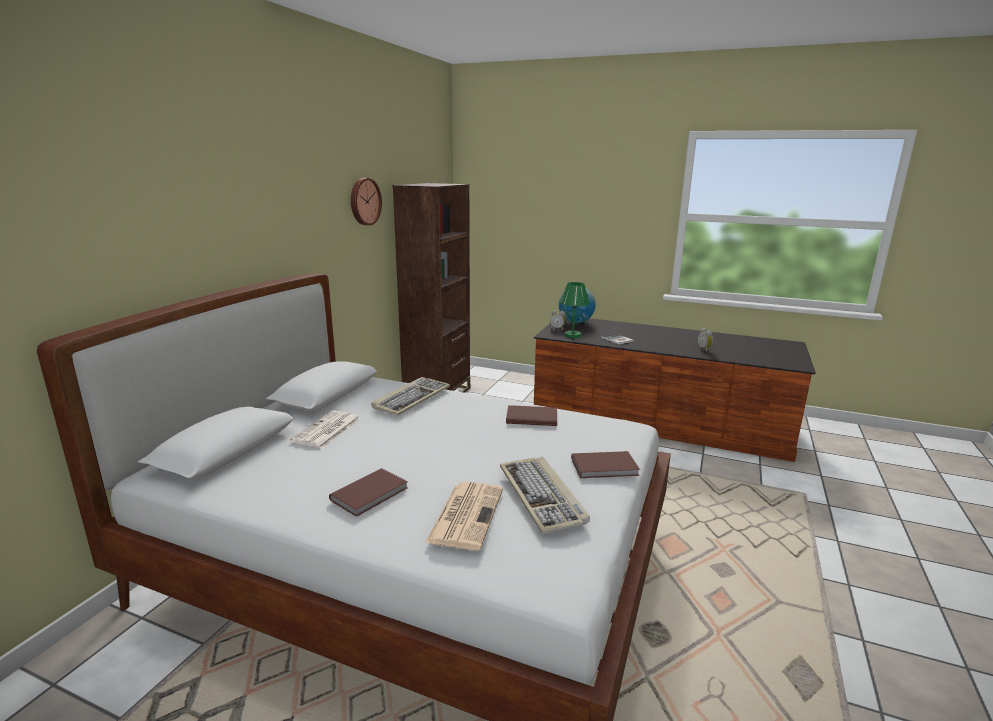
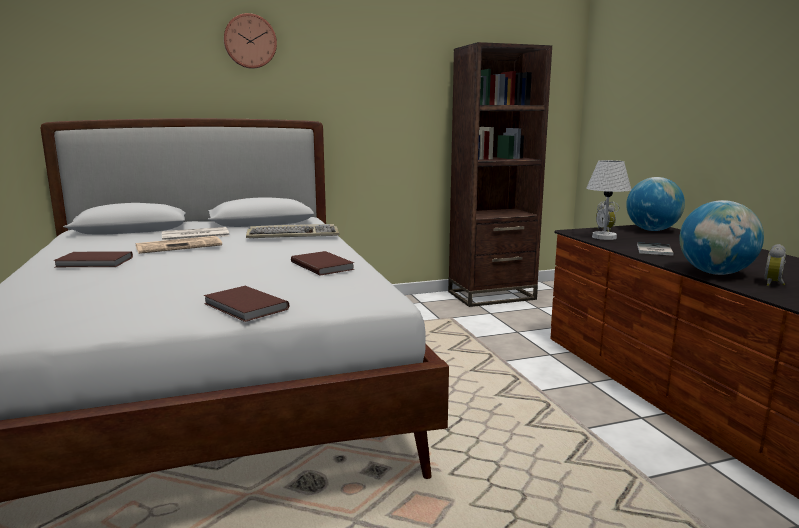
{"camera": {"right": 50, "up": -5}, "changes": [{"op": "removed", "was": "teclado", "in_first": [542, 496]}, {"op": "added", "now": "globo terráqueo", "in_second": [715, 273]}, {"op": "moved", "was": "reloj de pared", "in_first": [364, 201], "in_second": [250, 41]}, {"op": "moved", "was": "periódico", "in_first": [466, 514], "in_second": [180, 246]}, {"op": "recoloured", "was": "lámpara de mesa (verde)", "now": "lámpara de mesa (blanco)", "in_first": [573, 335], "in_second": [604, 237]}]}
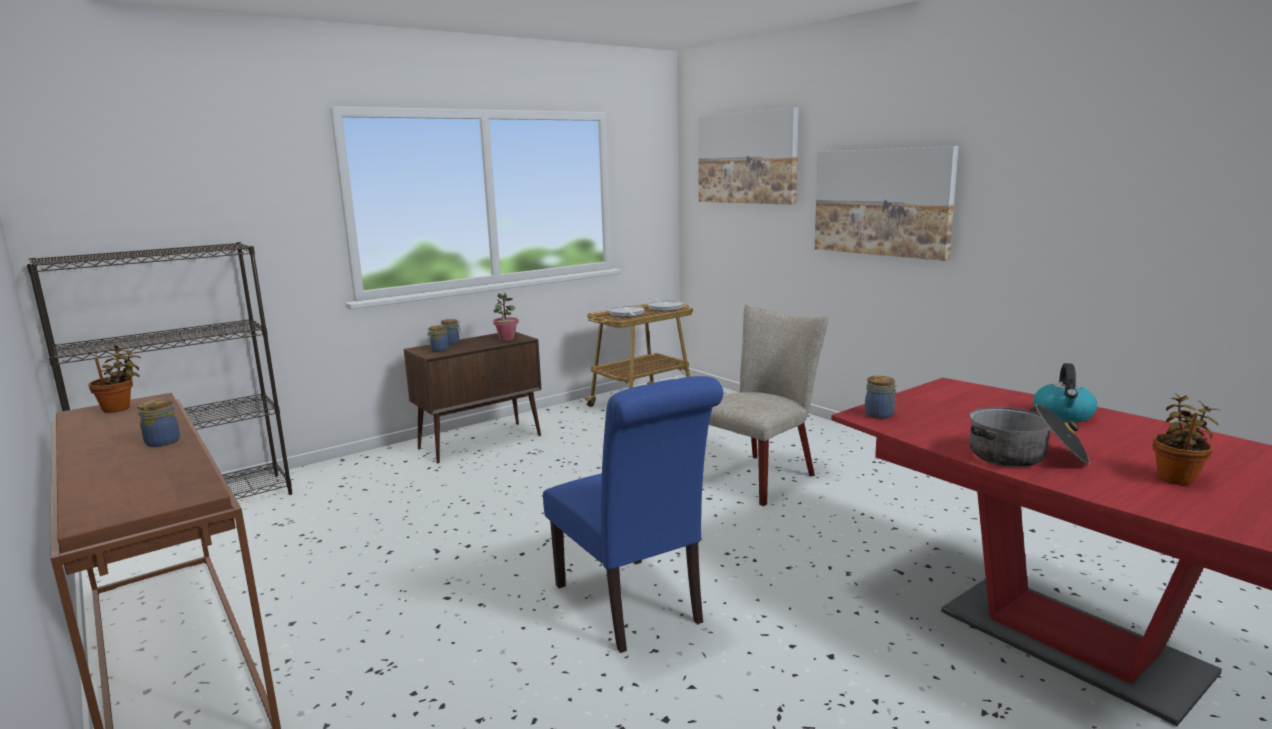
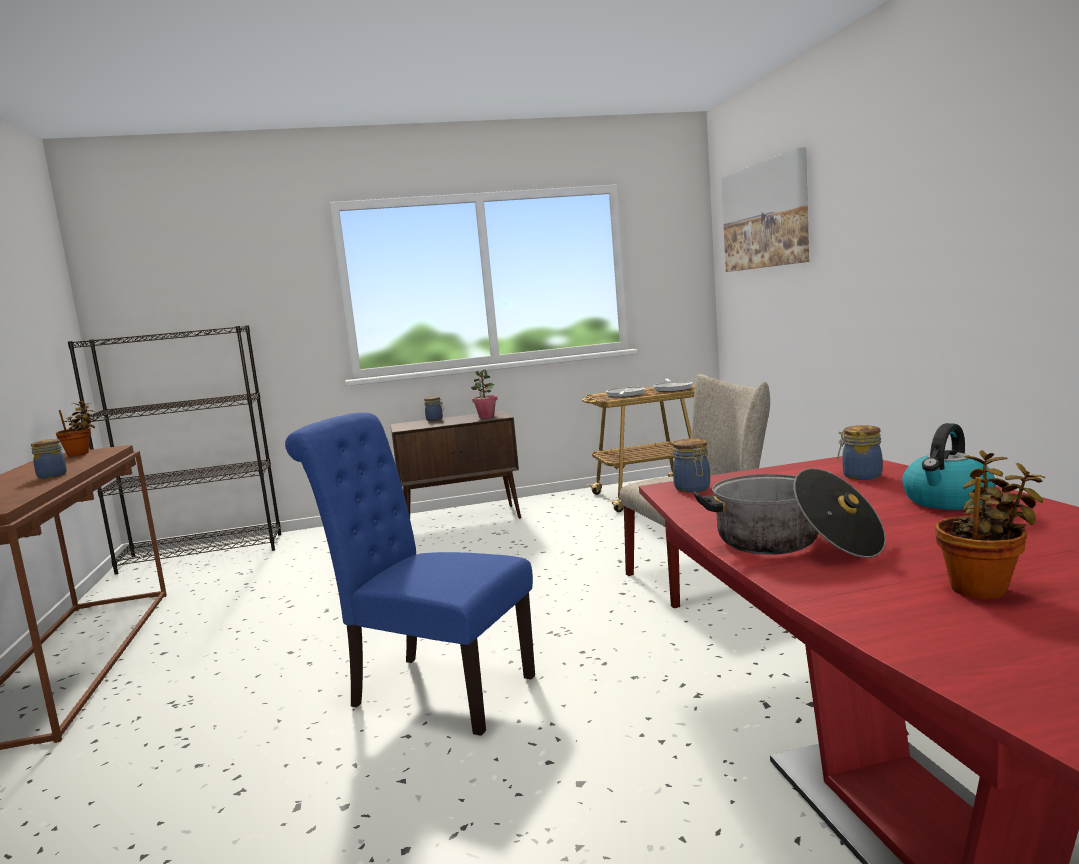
{"camera": {"right": 25, "up": -5}, "changes": [{"op": "removed", "was": "cuadro", "in_first": [882, 202]}, {"op": "moved", "was": "tarro", "in_first": [439, 350], "in_second": [860, 476]}, {"op": "turned", "was": "silla (azul)", "in_first": [633, 607], "in_second": [432, 690], "clockwise": 120}]}
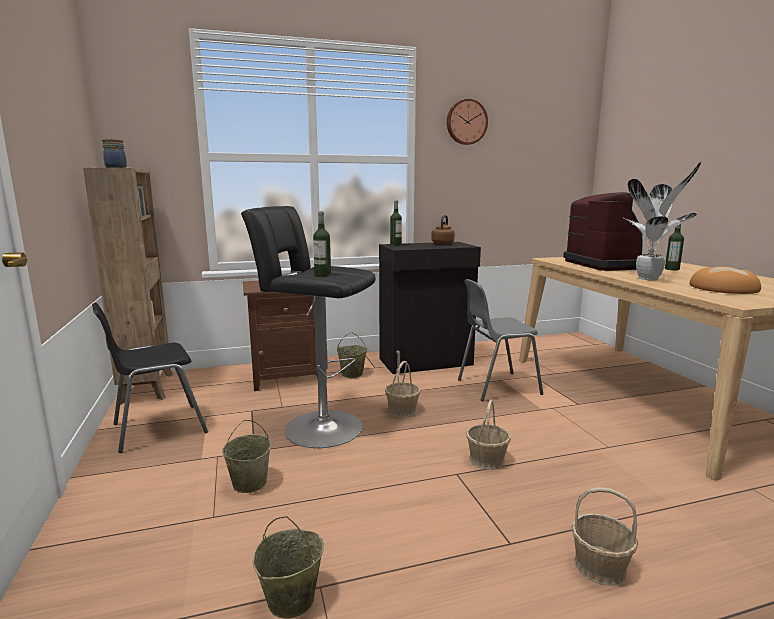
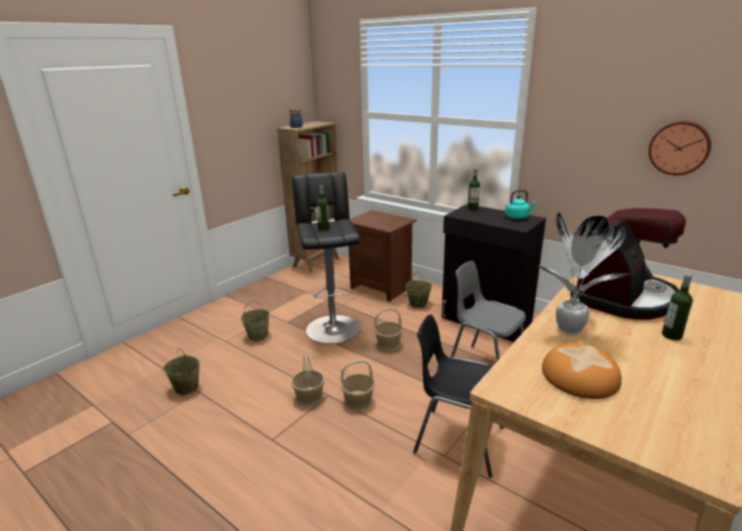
{"camera": {"right": 55, "up": 10}, "changes": [{"op": "moved", "was": "silla (negro)", "in_first": [157, 428], "in_second": [456, 439]}, {"op": "moved", "was": "reloj de pared", "in_first": [466, 122], "in_second": [679, 148]}, {"op": "moved", "was": "cesta", "in_first": [600, 567], "in_second": [309, 397]}, {"op": "recoloured", "was": "hervidor (marrón)", "now": "hervidor (turquesa)", "in_first": [443, 243], "in_second": [518, 217]}]}
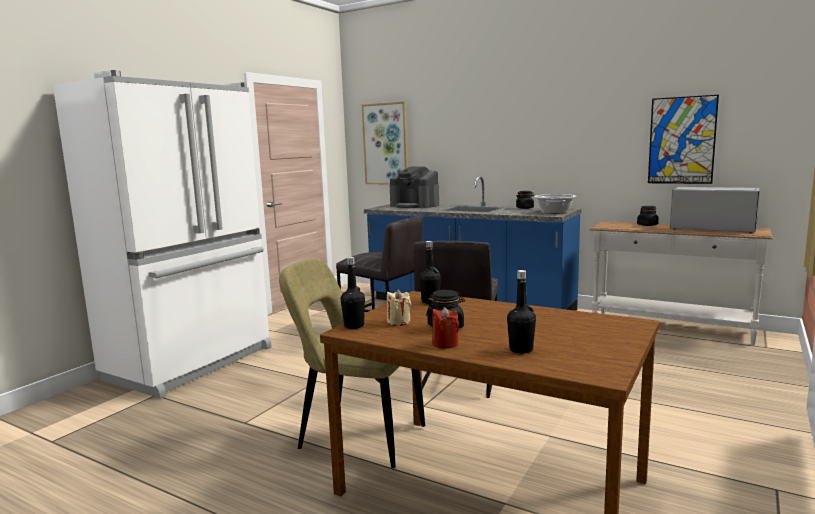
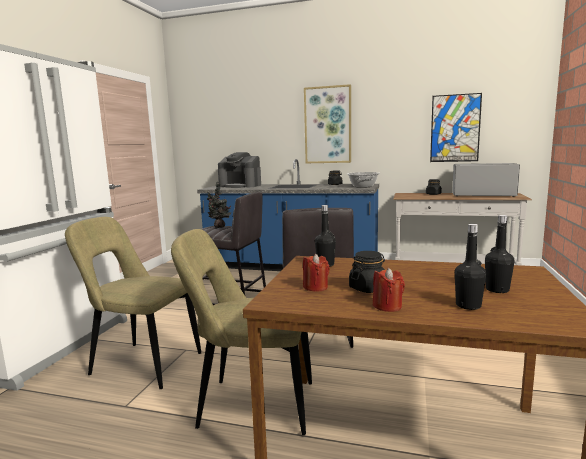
{"camera": {"right": -15, "up": 0}, "changes": [{"op": "added", "now": "silla (beis)", "in_second": [142, 364]}, {"op": "added", "now": "planta en maceta", "in_second": [219, 227]}, {"op": "moved", "was": "botella (negro)", "in_first": [354, 326], "in_second": [497, 290]}, {"op": "moved", "was": "cuadro", "in_first": [385, 144], "in_second": [328, 125]}, {"op": "recoloured", "was": "vela (beis)", "now": "vela (rojo)", "in_first": [398, 322], "in_second": [315, 287]}]}
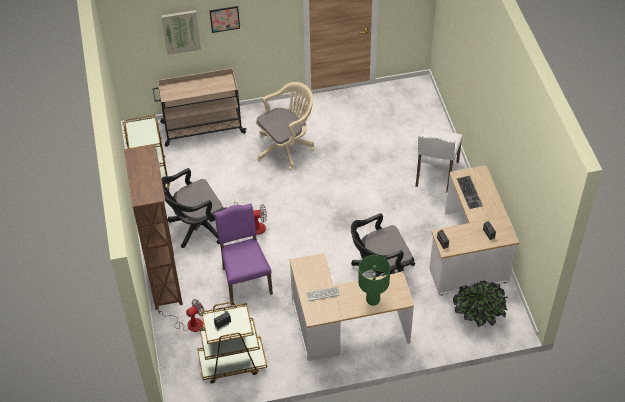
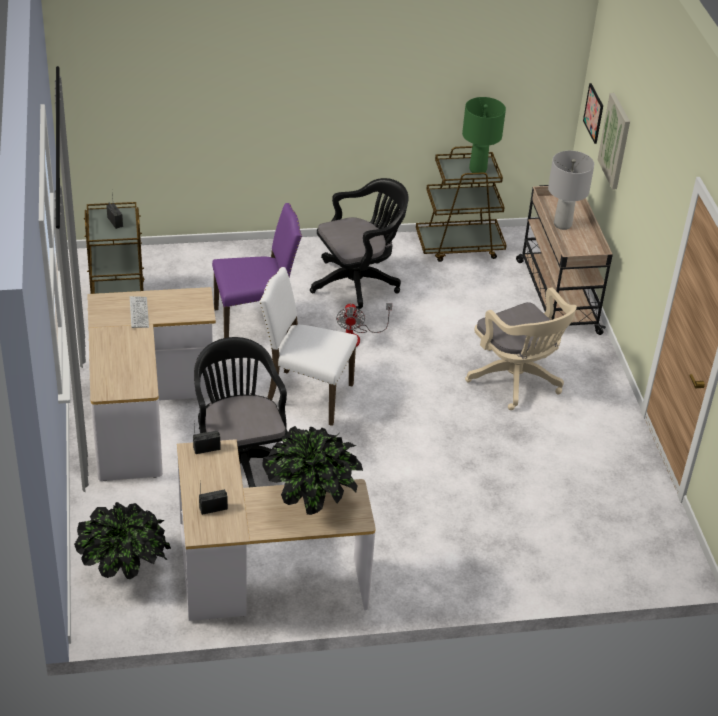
{"camera": {"right": 90, "up": -10}, "changes": [{"op": "removed", "was": "estantería (marrón)", "in_first": [165, 280]}, {"op": "removed", "was": "ventilador", "in_first": [189, 324]}, {"op": "added", "now": "lámpara de mesa (gris)", "in_second": [562, 224]}, {"op": "moved", "was": "cuadro", "in_first": [224, 19], "in_second": [594, 113]}, {"op": "moved", "was": "lámpara de mesa (verde)", "in_first": [373, 300], "in_second": [478, 170]}, {"op": "moved", "was": "silla (blanco)", "in_first": [435, 174], "in_second": [306, 395]}, {"op": "replaced", "was": "teclado", "now": "planta en maceta", "in_first": [470, 192], "in_second": [312, 498]}, {"op": "turned", "was": "silla de oficina (negro)", "in_first": [196, 227], "in_second": [358, 283], "clockwise": 90}]}
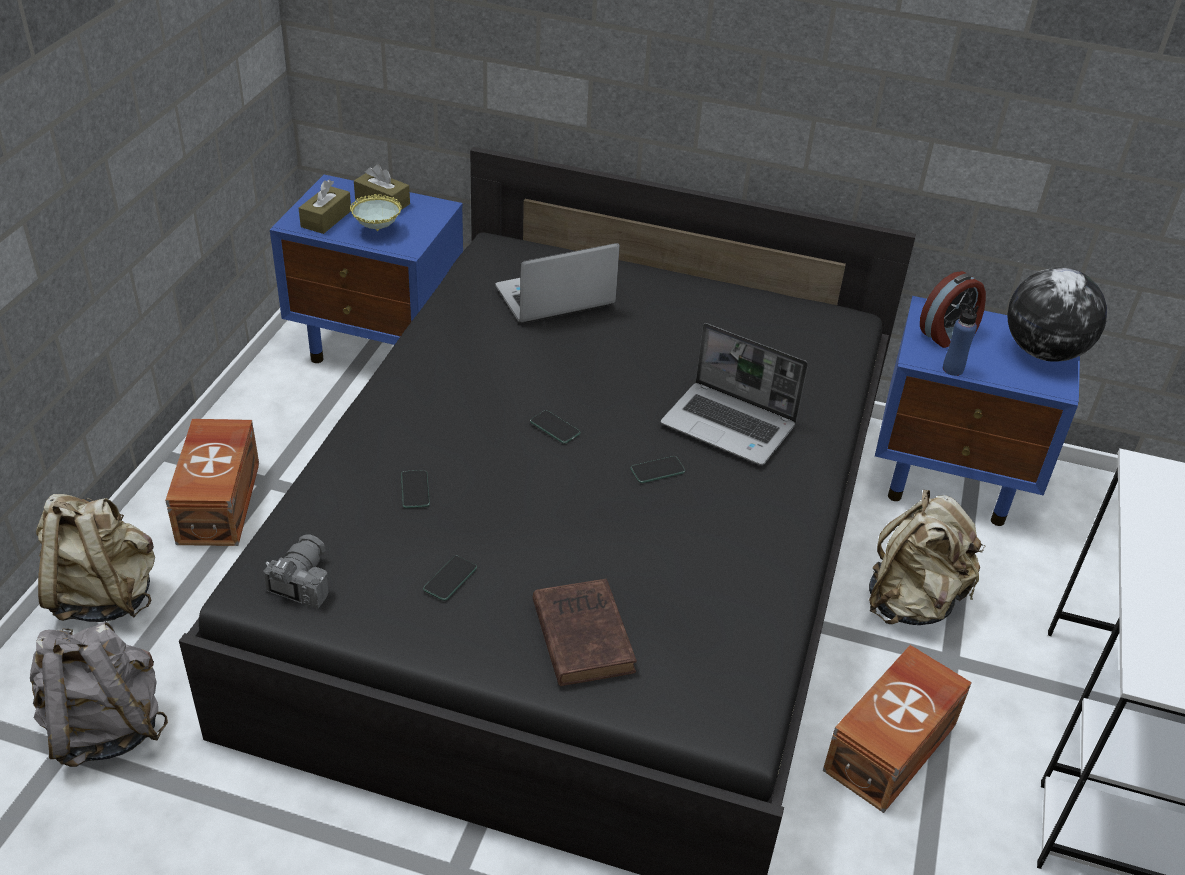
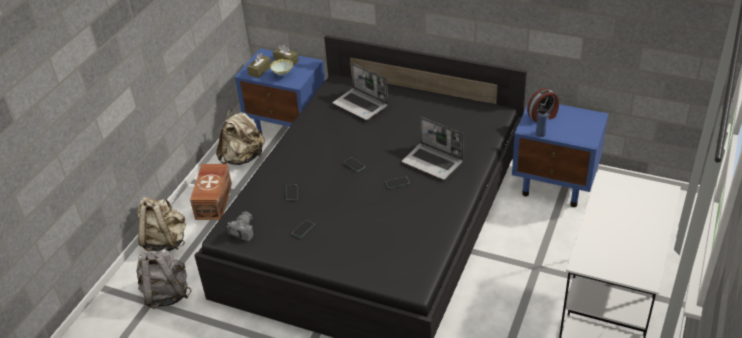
{"camera": {"right": 10, "up": 0}, "changes": [{"op": "removed", "was": "libro (marrón)", "in_first": [582, 634]}, {"op": "removed", "was": "caja de almacenaje (marrón)", "in_first": [893, 747]}, {"op": "removed", "was": "globo terráqueo", "in_first": [1043, 352]}, {"op": "moved", "was": "mochila (beis)", "in_first": [912, 602], "in_second": [243, 158]}, {"op": "turned", "was": "portátil", "in_first": [554, 298], "in_second": [361, 105], "clockwise": -120}]}
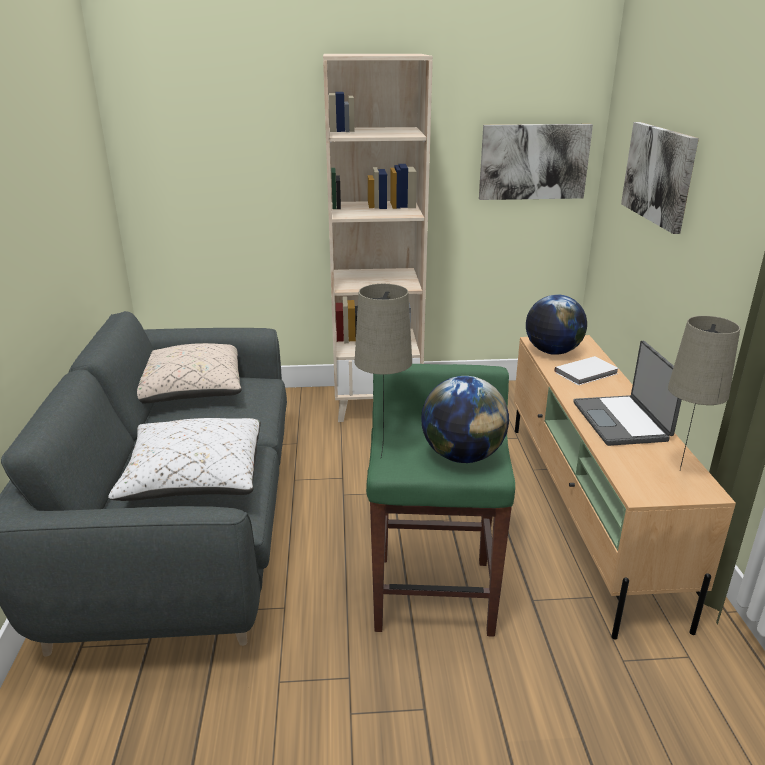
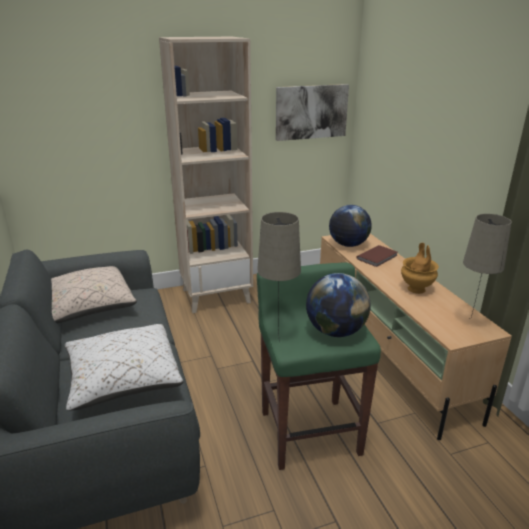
{"camera": {"right": -15, "up": 0}, "changes": [{"op": "removed", "was": "cuadro", "in_first": [659, 174]}, {"op": "replaced", "was": "portátil", "now": "florero (marrón)", "in_first": [622, 421], "in_second": [417, 289]}, {"op": "recoloured", "was": "libro (blanco)", "now": "libro (marrón)", "in_first": [587, 373], "in_second": [378, 257]}]}
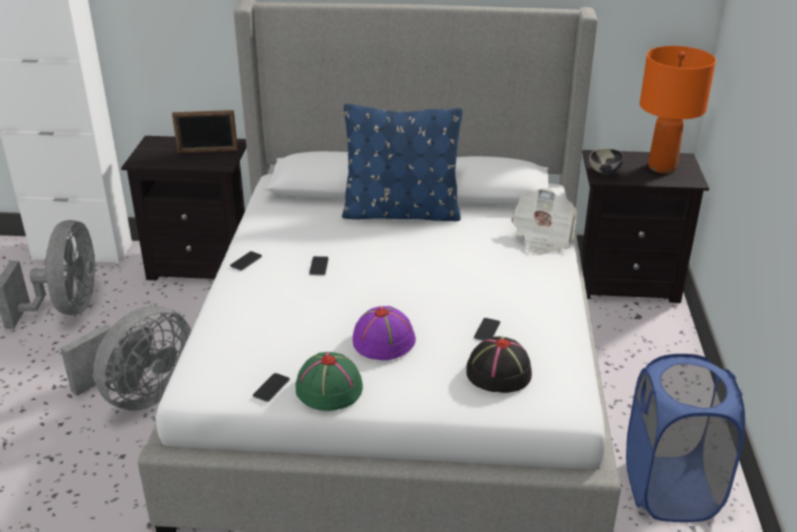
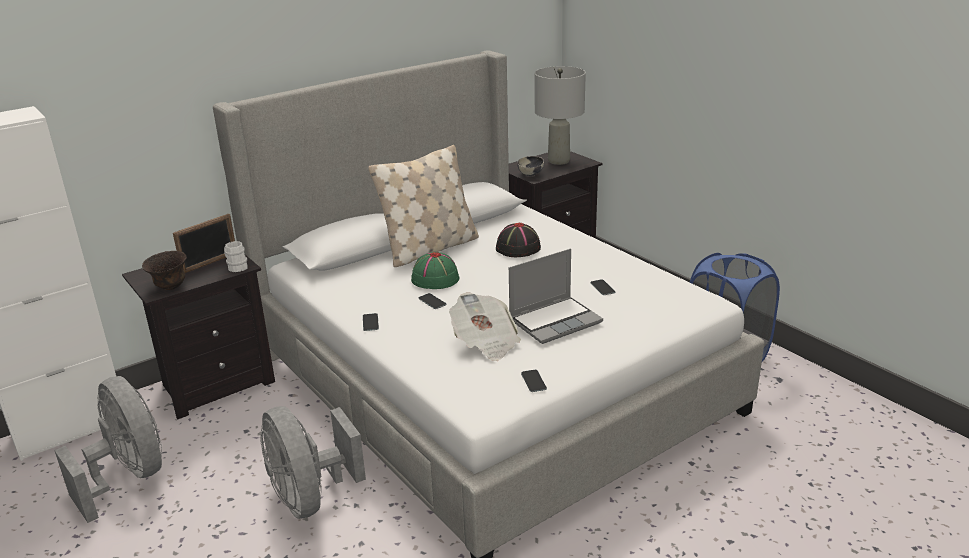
{"camera": {"right": -40, "up": -5}, "changes": [{"op": "added", "now": "cuenco (marrón)", "in_second": [170, 286]}, {"op": "added", "now": "taza grande (blanco)", "in_second": [235, 267]}, {"op": "moved", "was": "sombrero (verde)", "in_first": [328, 388], "in_second": [435, 279]}, {"op": "moved", "was": "sombrero (negro)", "in_first": [498, 373], "in_second": [517, 248]}, {"op": "moved", "was": "periódico", "in_first": [542, 239], "in_second": [485, 342]}, {"op": "replaced", "was": "sombrero (morado)", "now": "portátil", "in_first": [384, 340], "in_second": [555, 321]}, {"op": "recoloured", "was": "cojín (azul)", "now": "cojín (beis)", "in_first": [401, 213], "in_second": [429, 248]}, {"op": "recoloured", "was": "lámpara de mesa (naranja)", "now": "lámpara de mesa (gris)", "in_first": [662, 167], "in_second": [559, 161]}, {"op": "turned", "was": "ventilador (gris)", "in_first": [141, 396], "in_second": [310, 497], "clockwise": 150}]}
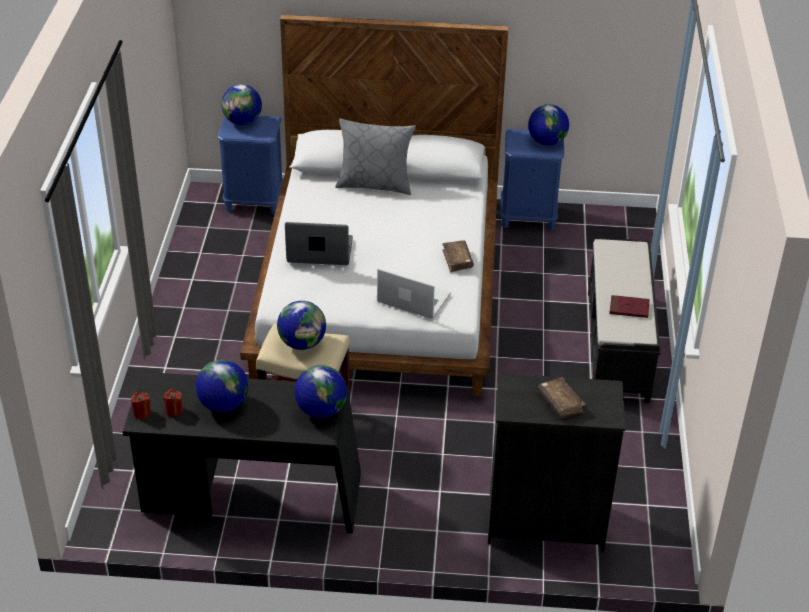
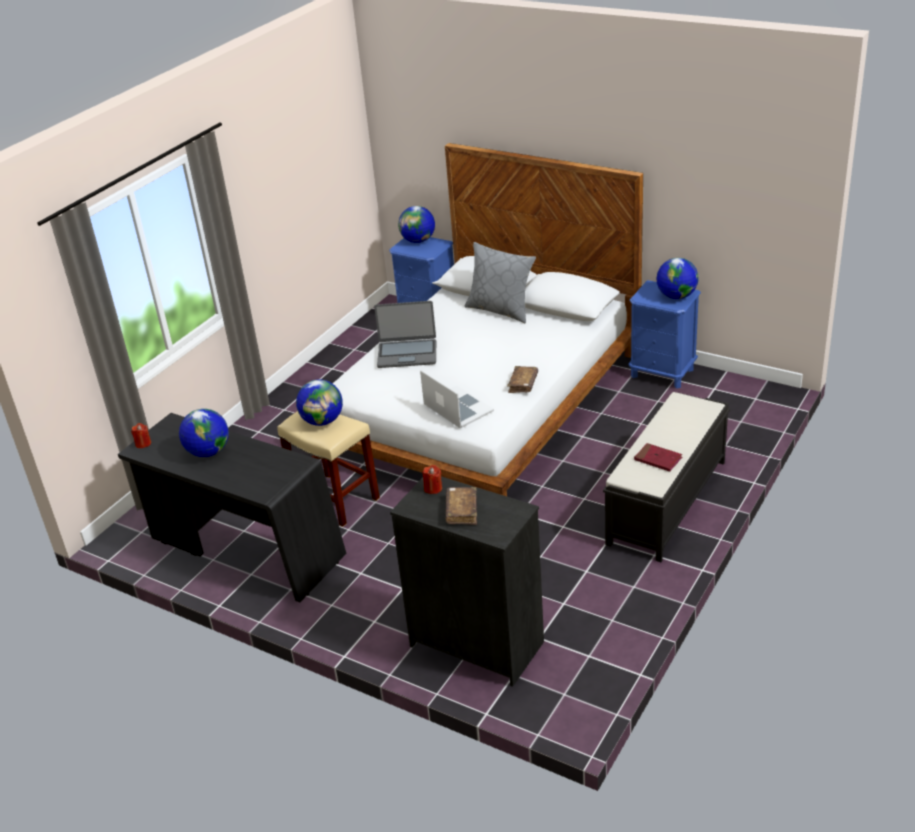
{"camera": {"right": 30, "up": -5}, "changes": [{"op": "removed", "was": "globo terráqueo", "in_first": [321, 410]}, {"op": "moved", "was": "vela (rojo)", "in_first": [174, 410], "in_second": [433, 488]}, {"op": "turned", "was": "portátil", "in_first": [319, 251], "in_second": [407, 354], "clockwise": 150}]}
